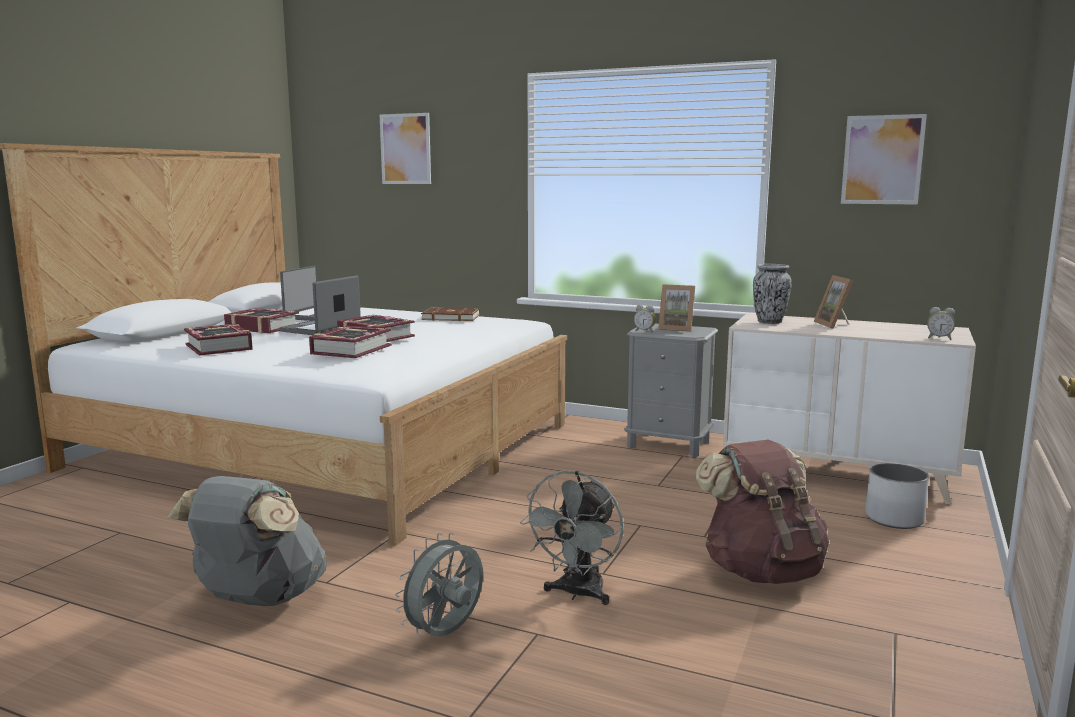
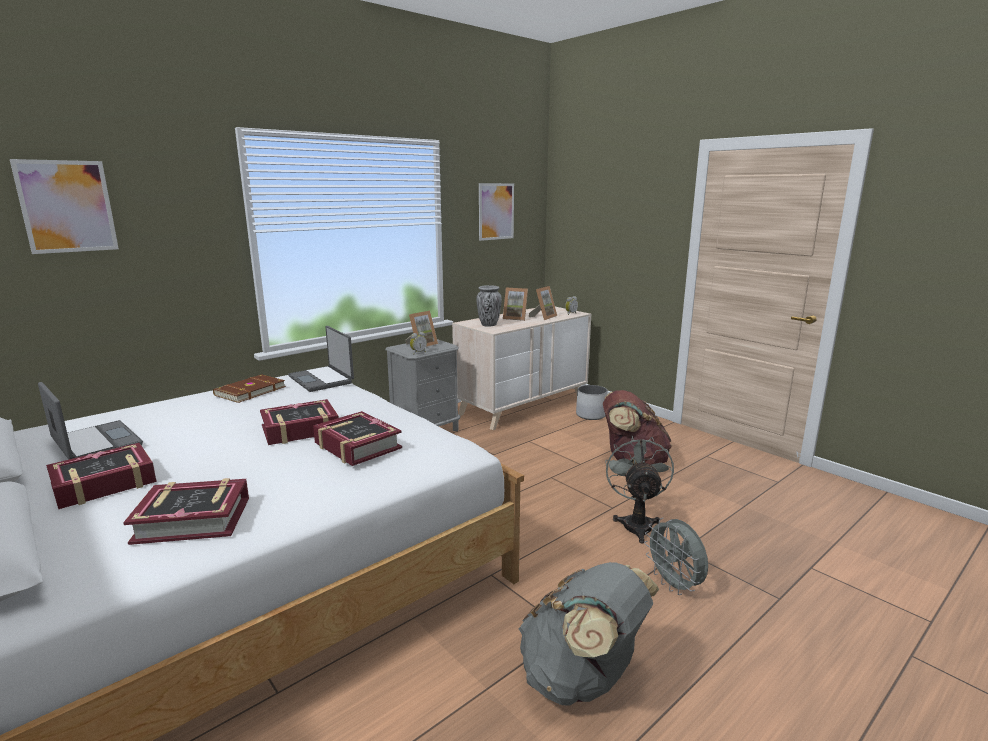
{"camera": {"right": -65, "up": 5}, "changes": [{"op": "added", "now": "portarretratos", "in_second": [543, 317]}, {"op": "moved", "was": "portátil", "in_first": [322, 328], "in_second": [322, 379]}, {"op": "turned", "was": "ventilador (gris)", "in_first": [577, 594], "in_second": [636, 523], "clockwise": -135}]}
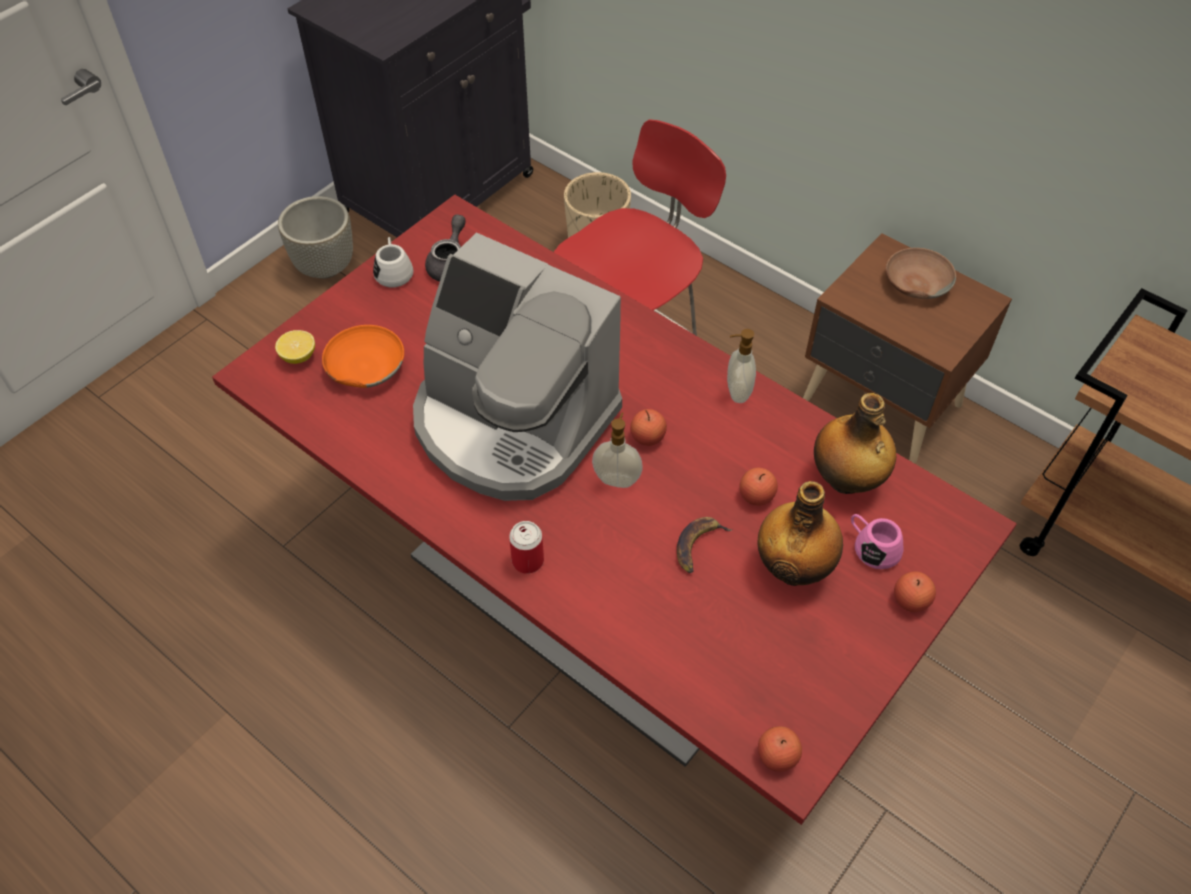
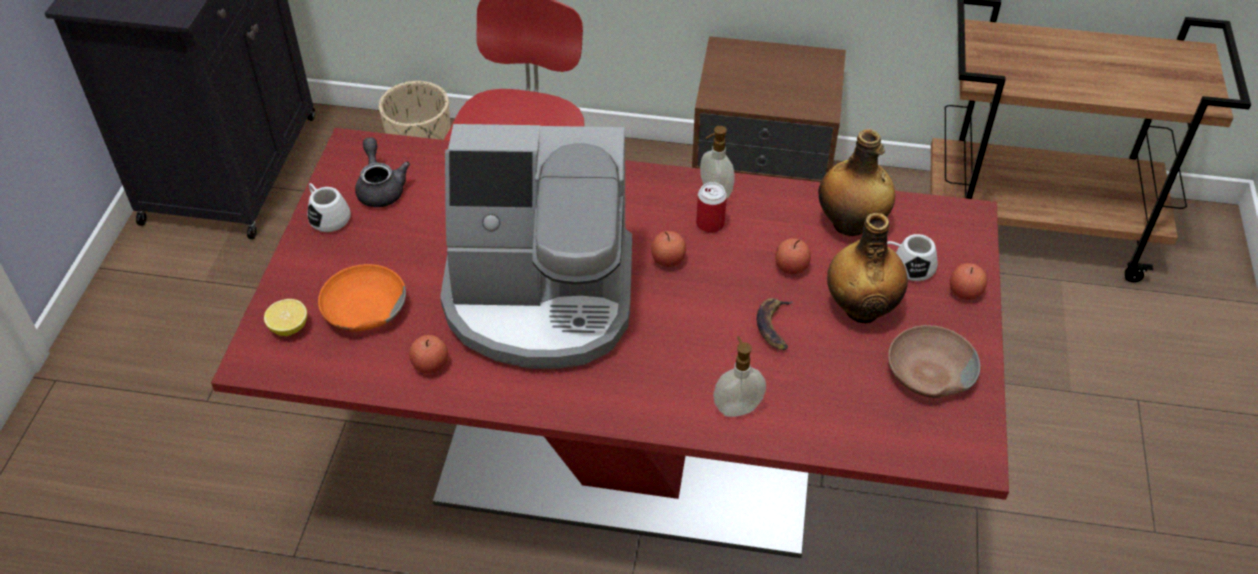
{"camera": {"right": -30, "up": -5}, "changes": [{"op": "removed", "was": "maceta (gris)", "in_first": [324, 267]}, {"op": "moved", "was": "lata", "in_first": [528, 561], "in_second": [710, 224]}, {"op": "moved", "was": "dispensador de jabón", "in_first": [617, 478], "in_second": [737, 407]}, {"op": "moved", "was": "manzana", "in_first": [777, 756], "in_second": [430, 365]}, {"op": "moved", "was": "cuenco (marrón)", "in_first": [916, 282], "in_second": [928, 372]}, {"op": "recoloured", "was": "taza grande (rosa)", "now": "taza grande (blanco)", "in_first": [872, 547], "in_second": [907, 266]}]}
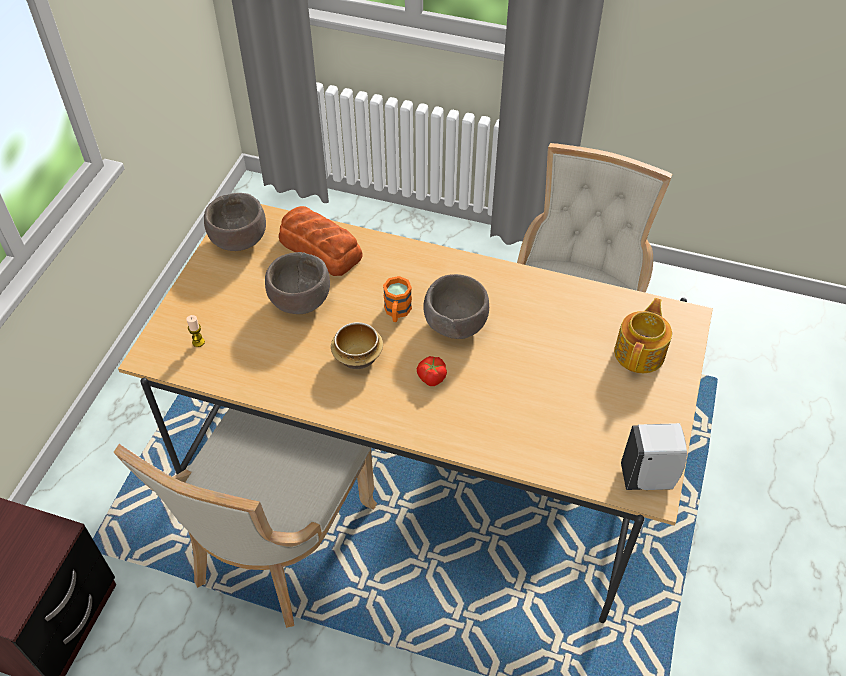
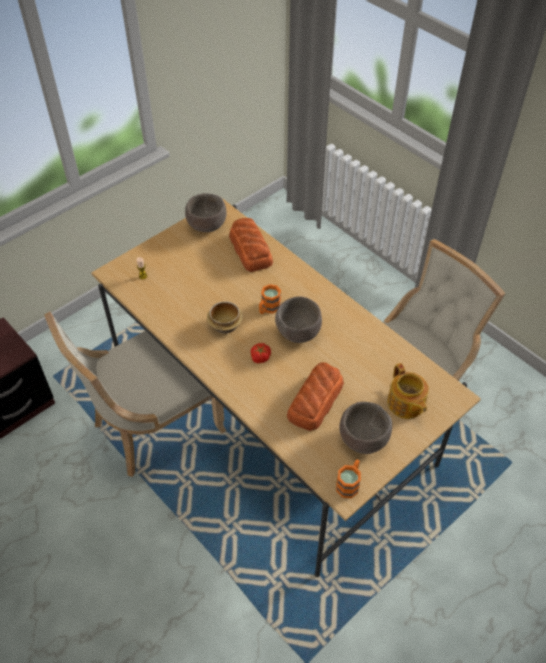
{"camera": {"right": 30, "up": 0}, "changes": [{"op": "added", "now": "pan", "in_second": [314, 401]}, {"op": "moved", "was": "cuenco (marrón)", "in_first": [301, 301], "in_second": [363, 439]}, {"op": "replaced", "was": "dispensador de jabón (blanco)", "now": "taza grande (naranja)", "in_first": [648, 478], "in_second": [349, 483]}, {"op": "turned", "was": "tetera", "in_first": [640, 353], "in_second": [405, 404], "clockwise": 105}]}
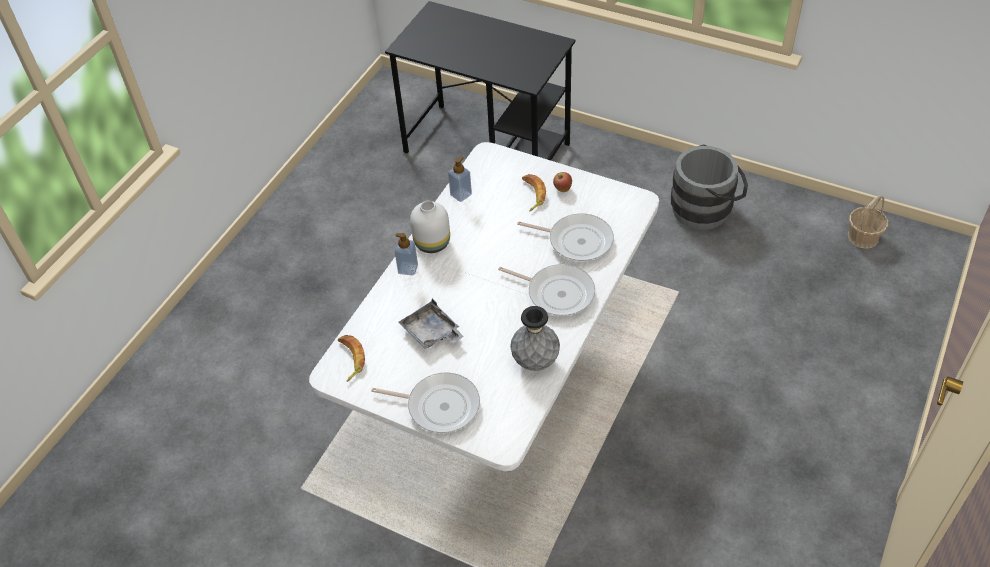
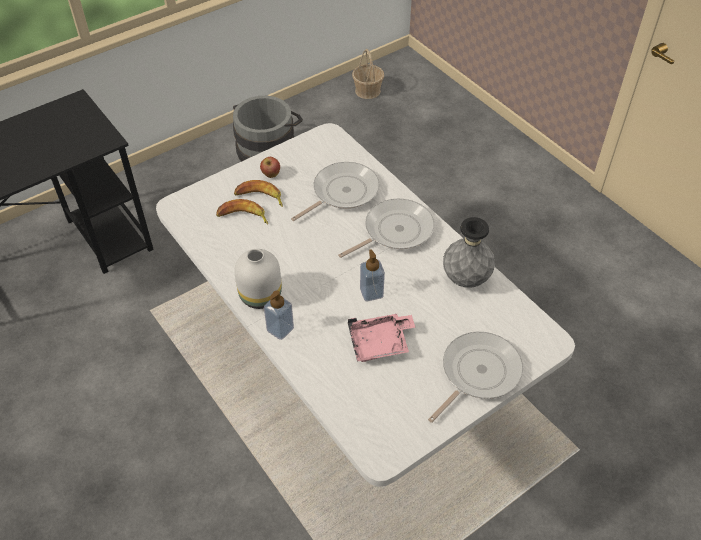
{"camera": {"right": -65, "up": 0}, "changes": [{"op": "moved", "was": "plátano", "in_first": [350, 359], "in_second": [243, 217]}, {"op": "moved", "was": "dispensador de jabón", "in_first": [461, 194], "in_second": [371, 293]}, {"op": "recoloured", "was": "bandeja (gris)", "now": "bandeja (rosa)", "in_first": [431, 332], "in_second": [380, 343]}]}
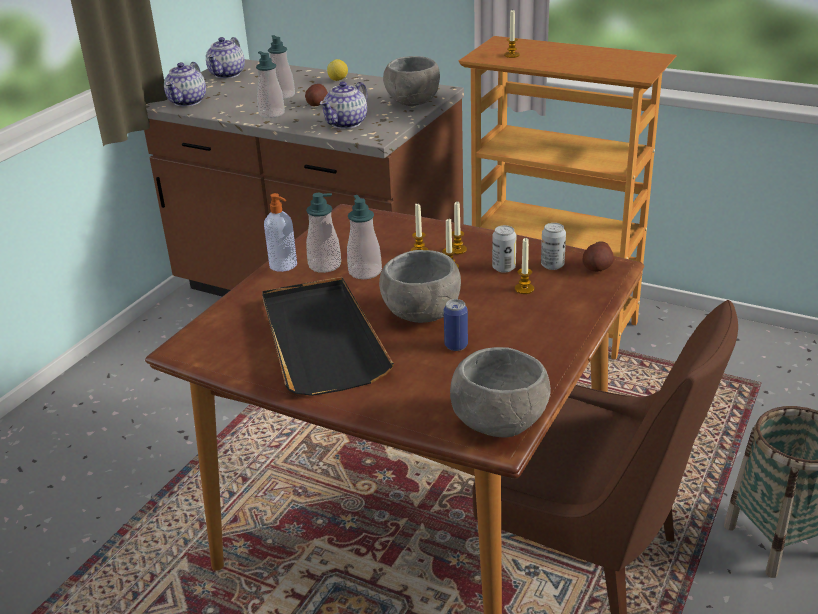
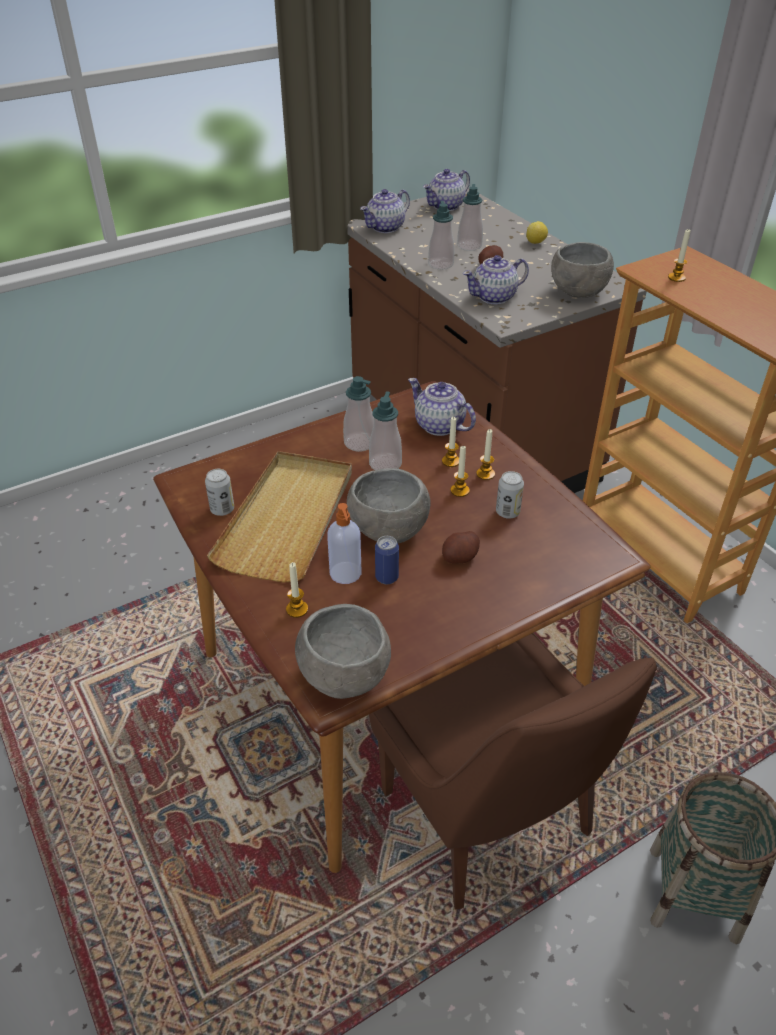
{"camera": {"right": 30, "up": 10}, "changes": [{"op": "added", "now": "tetera", "in_second": [438, 425]}, {"op": "moved", "was": "dispensador de jabón", "in_first": [284, 265], "in_second": [345, 574]}, {"op": "moved", "was": "vela", "in_first": [524, 289], "in_second": [297, 609]}, {"op": "moved", "was": "lata", "in_first": [552, 265], "in_second": [222, 509]}, {"op": "moved", "was": "patata", "in_first": [597, 268], "in_second": [460, 557]}, {"op": "recoloured", "was": "bandeja (negro)", "now": "bandeja (beis)", "in_first": [321, 339], "in_second": [288, 518]}]}
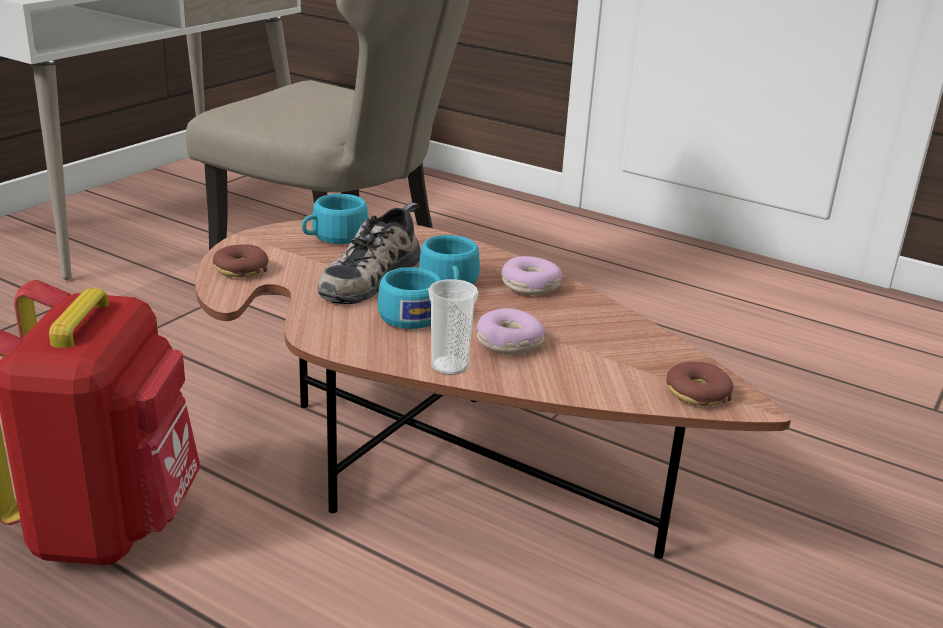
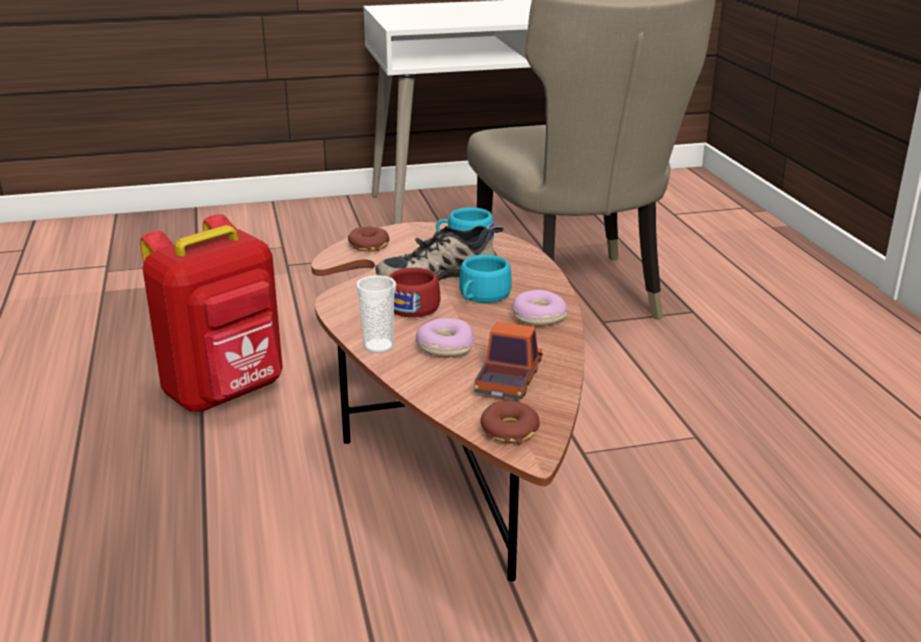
{"camera": {"right": 45, "up": 0}, "changes": [{"op": "added", "now": "camión de juguete", "in_second": [508, 381]}, {"op": "recoloured", "was": "taza (turquesa)", "now": "taza (rojo)", "in_first": [408, 314], "in_second": [416, 306]}]}
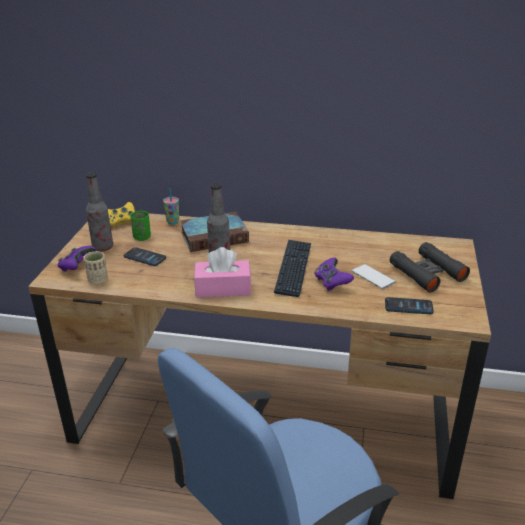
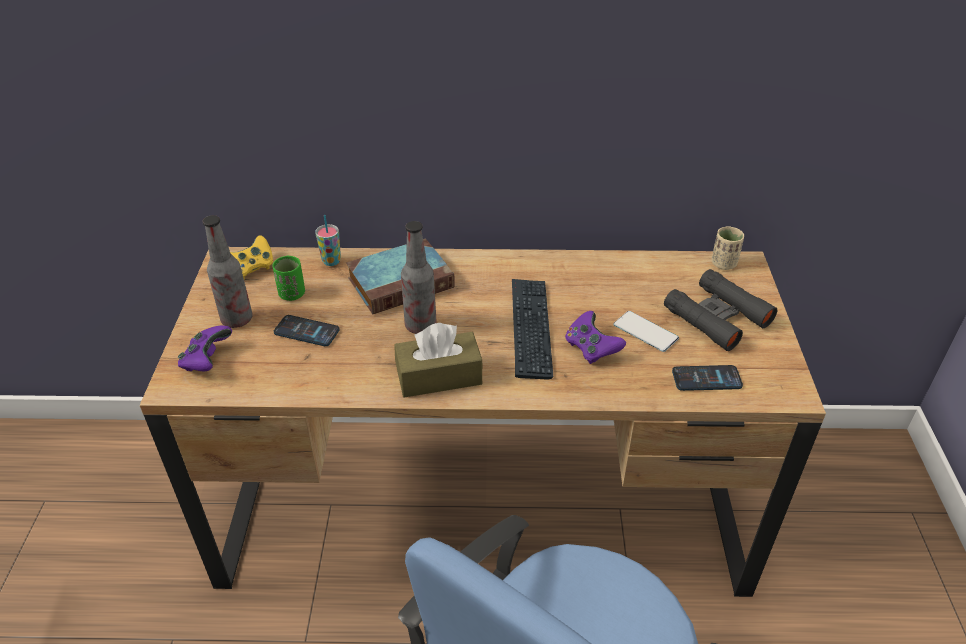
{"camera": {"right": -10, "up": 10}, "changes": [{"op": "moved", "was": "taza (beis)", "in_first": [98, 280], "in_second": [723, 264]}, {"op": "recoloured", "was": "caja de pañuelos (rosa)", "now": "caja de pañuelos (marrón)", "in_first": [223, 288], "in_second": [439, 376]}]}
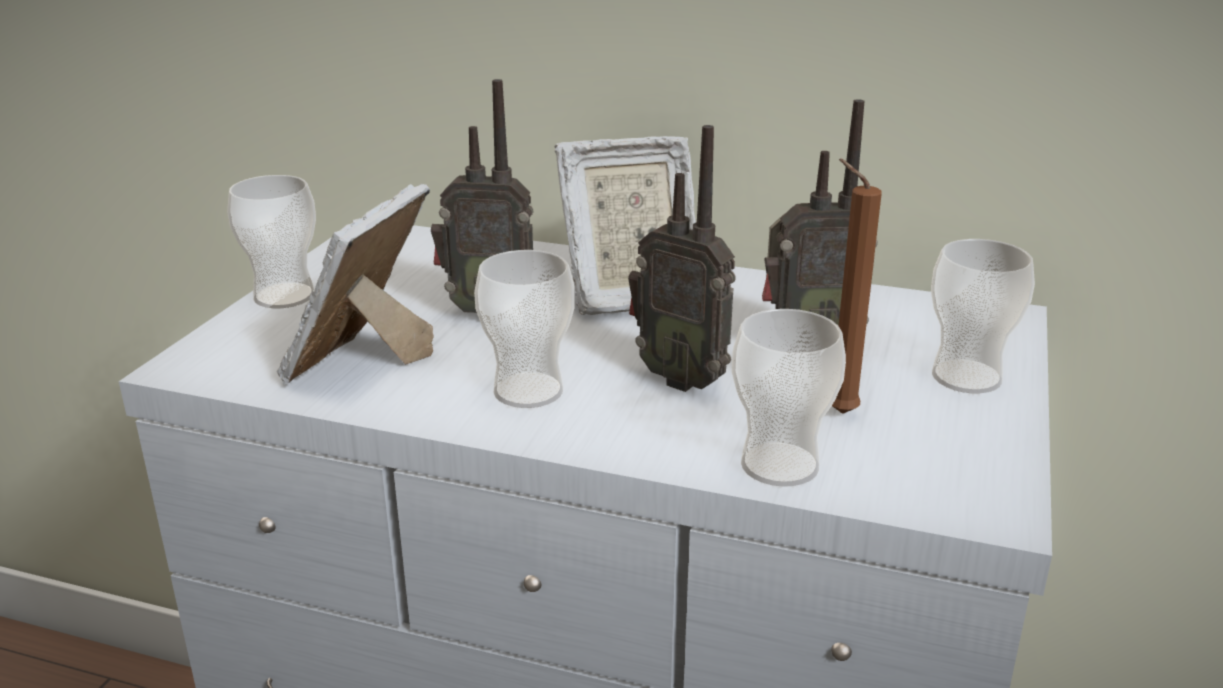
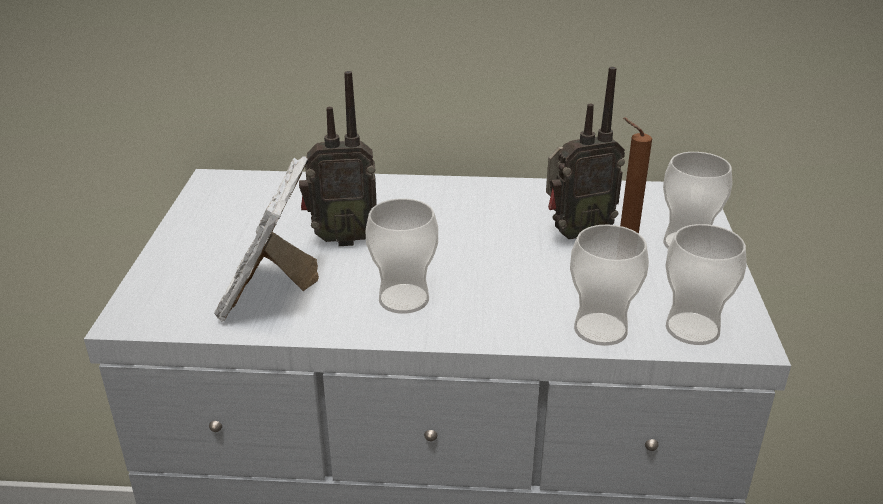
{"camera": {"right": -15, "up": 5}, "changes": [{"op": "removed", "was": "portarretratos", "in_first": [629, 296]}, {"op": "removed", "was": "radio", "in_first": [683, 378]}, {"op": "moved", "was": "taza", "in_first": [284, 296], "in_second": [692, 329]}]}
